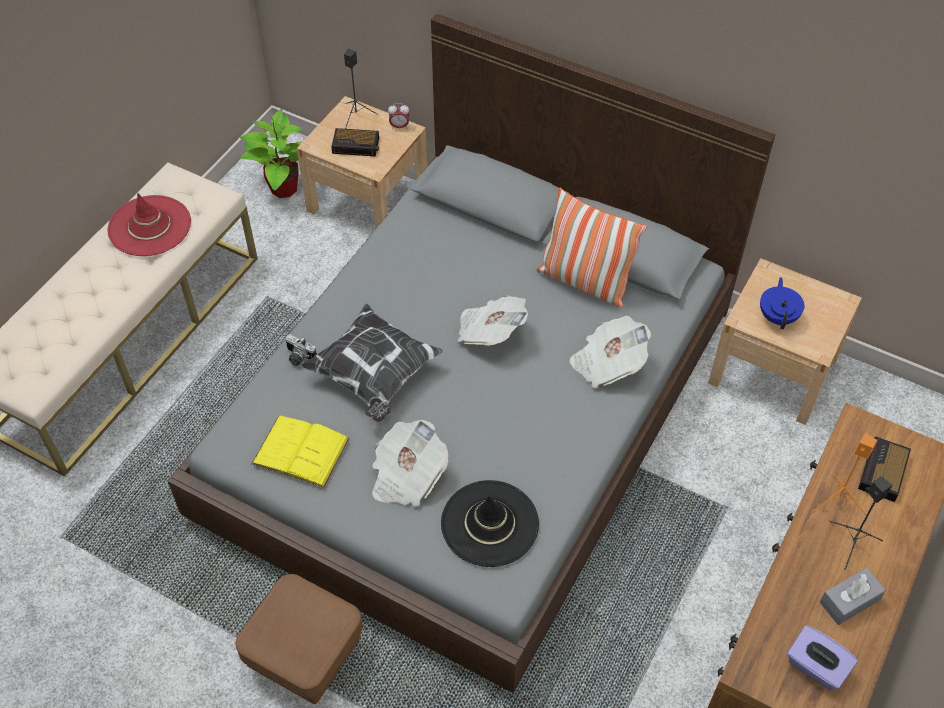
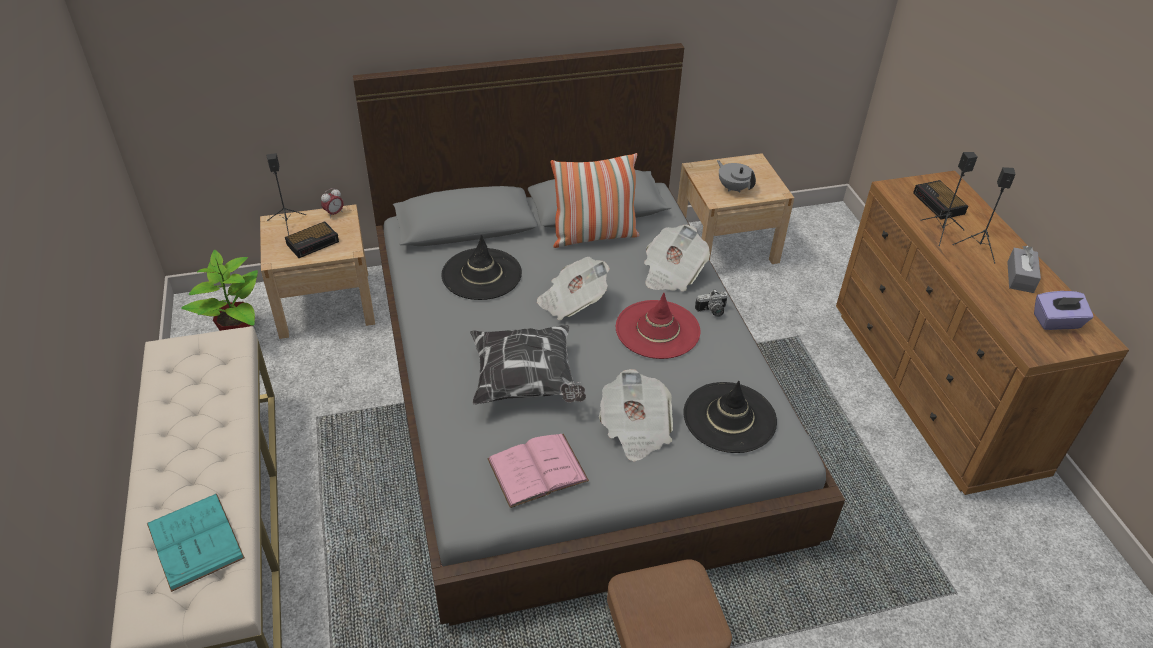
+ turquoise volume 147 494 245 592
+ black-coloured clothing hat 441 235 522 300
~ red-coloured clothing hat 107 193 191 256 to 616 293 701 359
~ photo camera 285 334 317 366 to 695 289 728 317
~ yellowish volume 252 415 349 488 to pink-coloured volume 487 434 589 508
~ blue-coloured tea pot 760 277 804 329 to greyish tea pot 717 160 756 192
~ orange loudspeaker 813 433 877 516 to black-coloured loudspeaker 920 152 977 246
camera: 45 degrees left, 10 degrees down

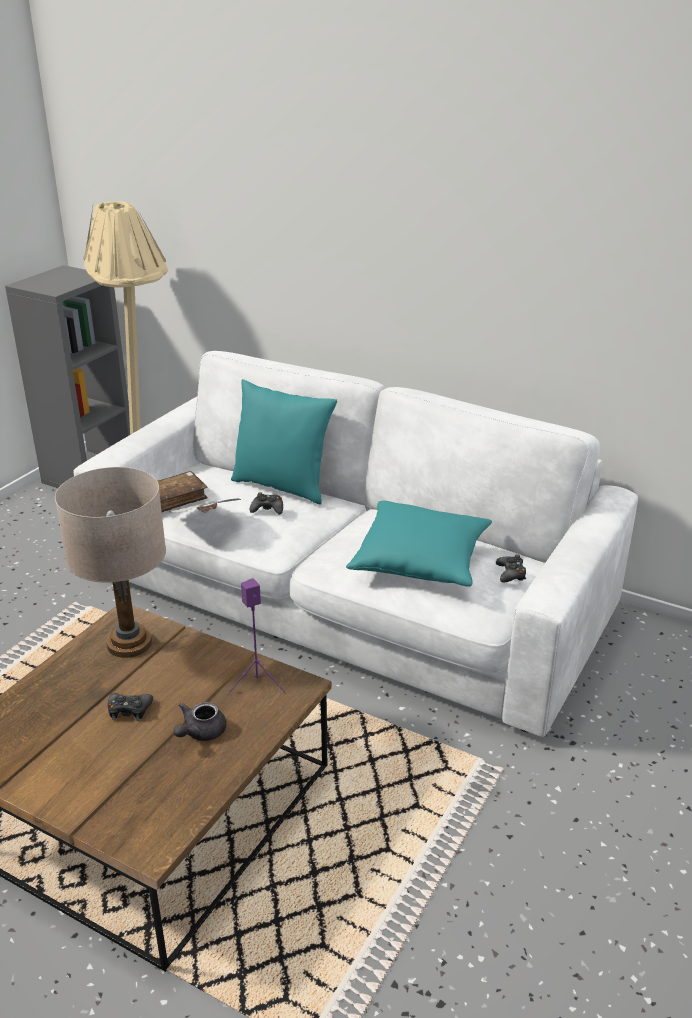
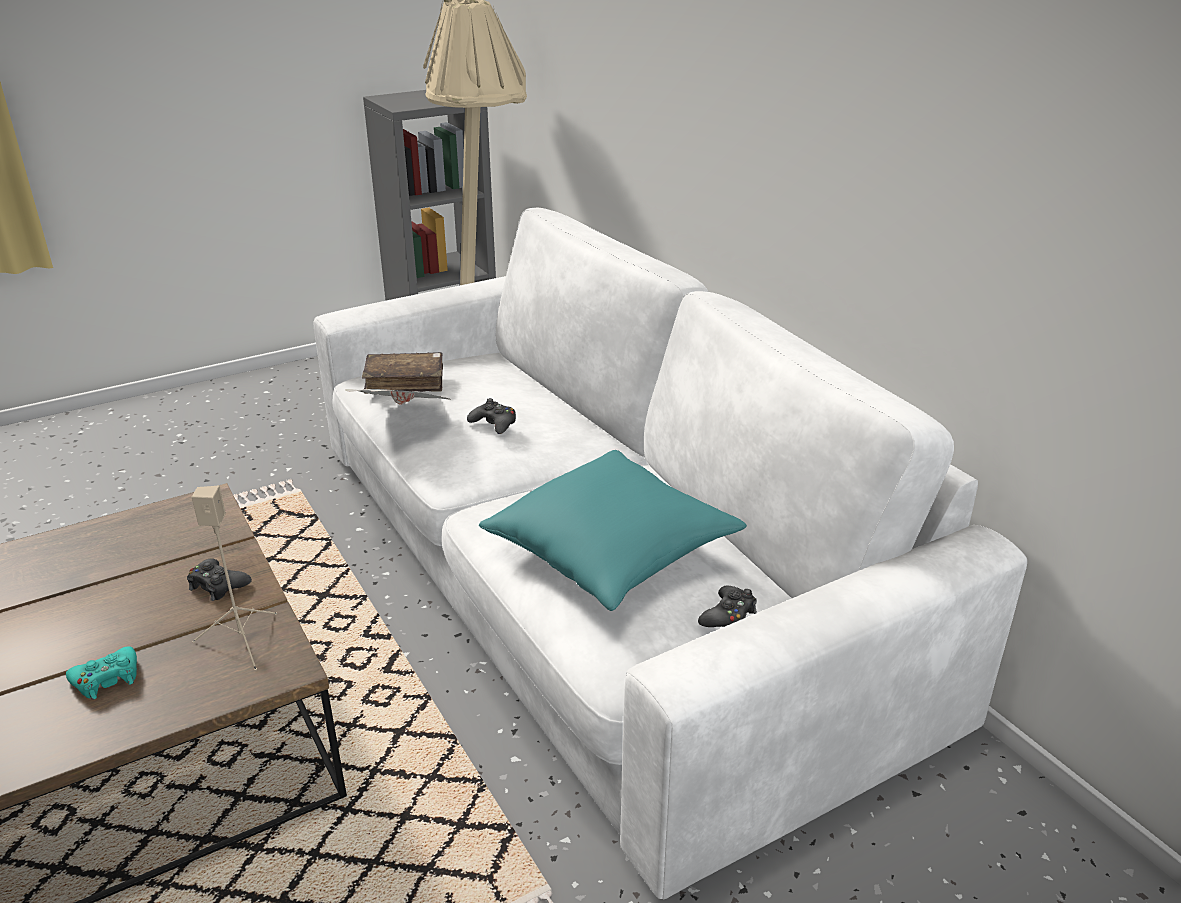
- beige-coloured tabletop lamp 55 467 166 658
- turquoise pillow 231 379 337 504
~ black-coloured game controller 108 693 153 721 to 187 558 252 601
~ greyish tea pot 173 702 226 741 to turquoise game controller 66 646 137 700
~ purple-coloured loudspeaker 227 578 286 695 to beige-coloured loudspeaker 192 486 277 670
camera: 30 degrees right, 0 degrees up

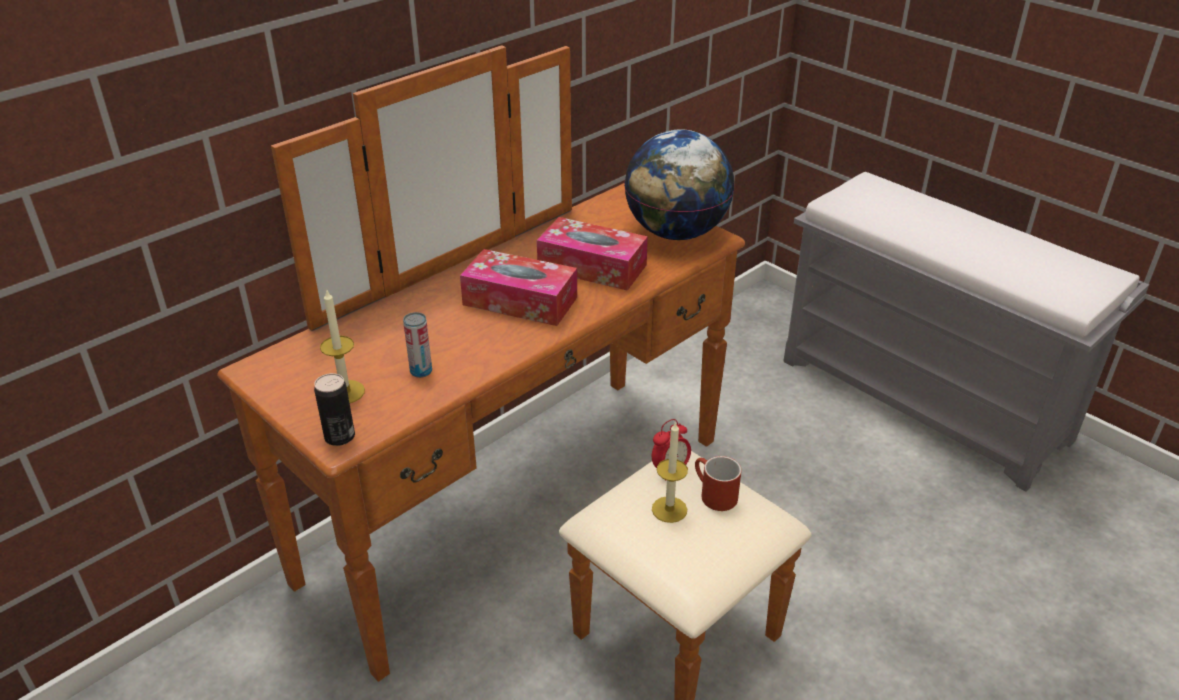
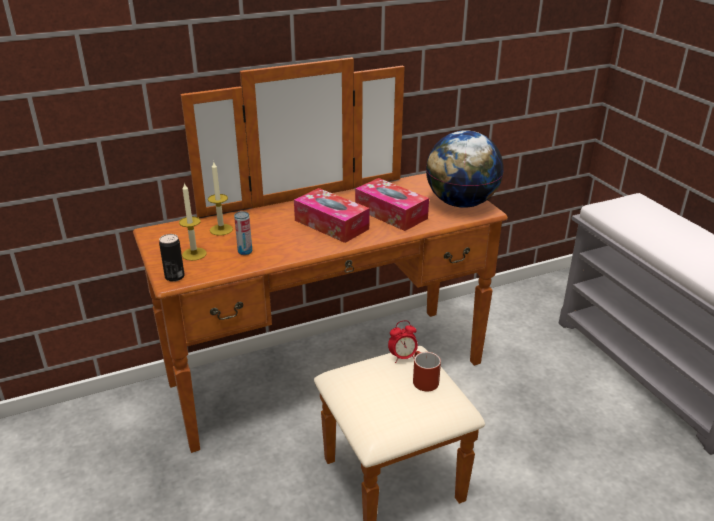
~ candle 652 421 688 523 to 208 162 233 236
camera: 20 degrees right, 5 degrees down

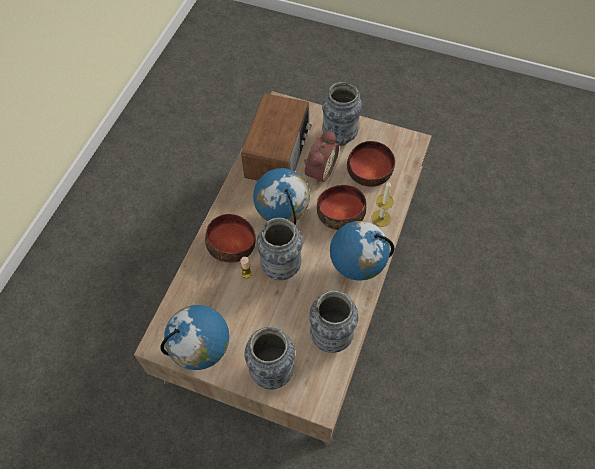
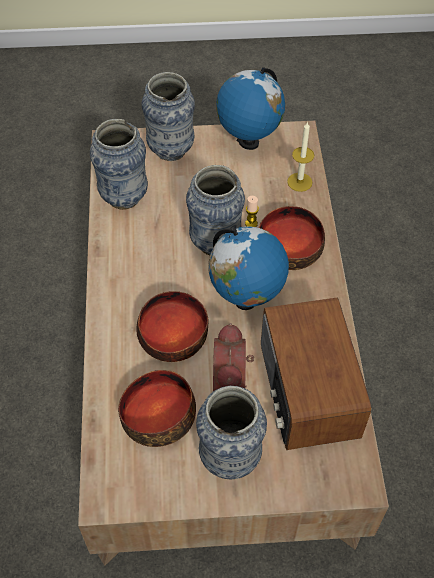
- desk globe 330 221 394 281
~ candle 371 182 394 227 to 287 121 314 192
camera: 155 degrees right, 5 degrees down

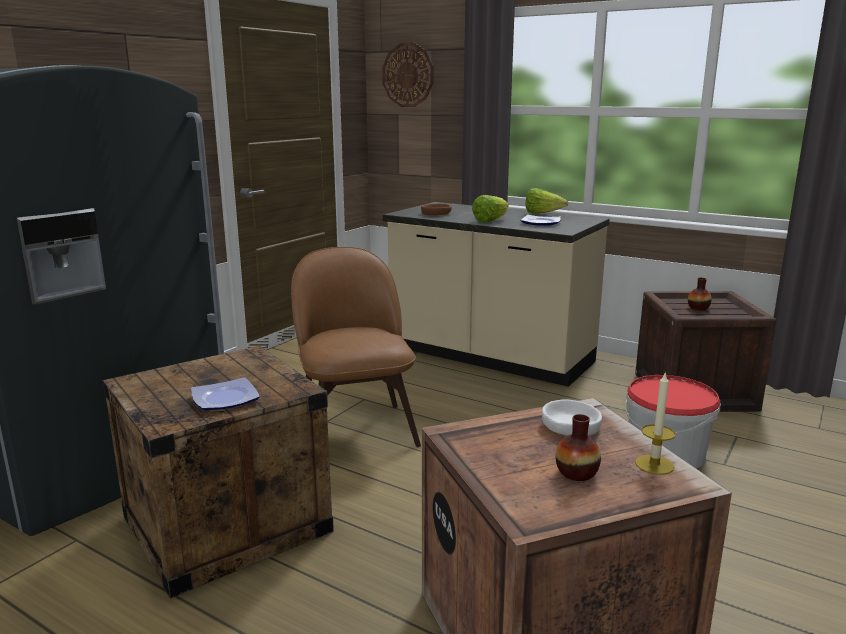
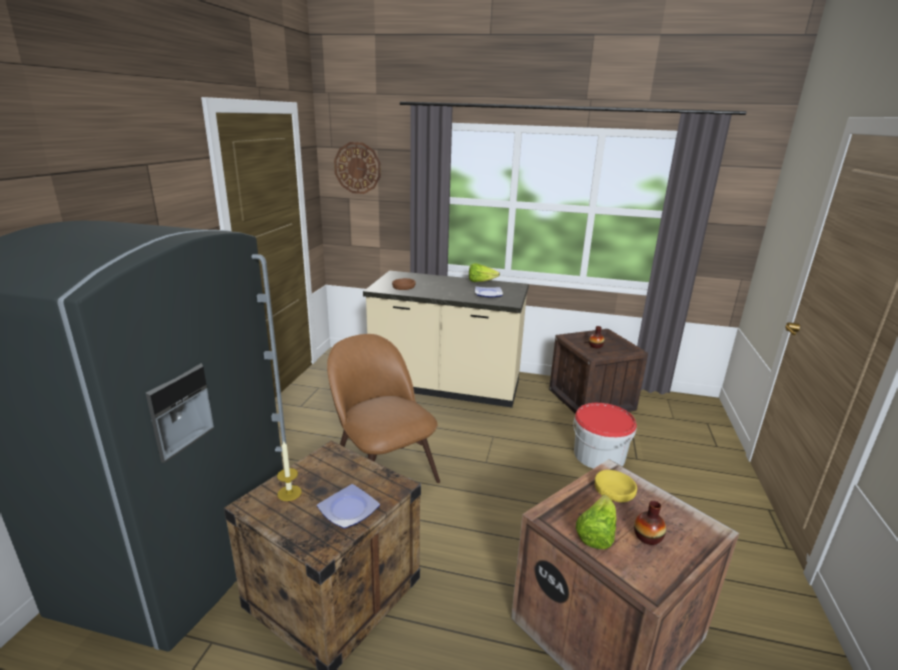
~ lettuce 472 195 509 222 to 576 495 617 549
~ candle 635 371 675 475 to 277 441 302 501
~ white-coloured serving bowl 542 399 602 436 to yellowish serving bowl 595 470 637 502
camera: 20 degrees left, 5 degrees up

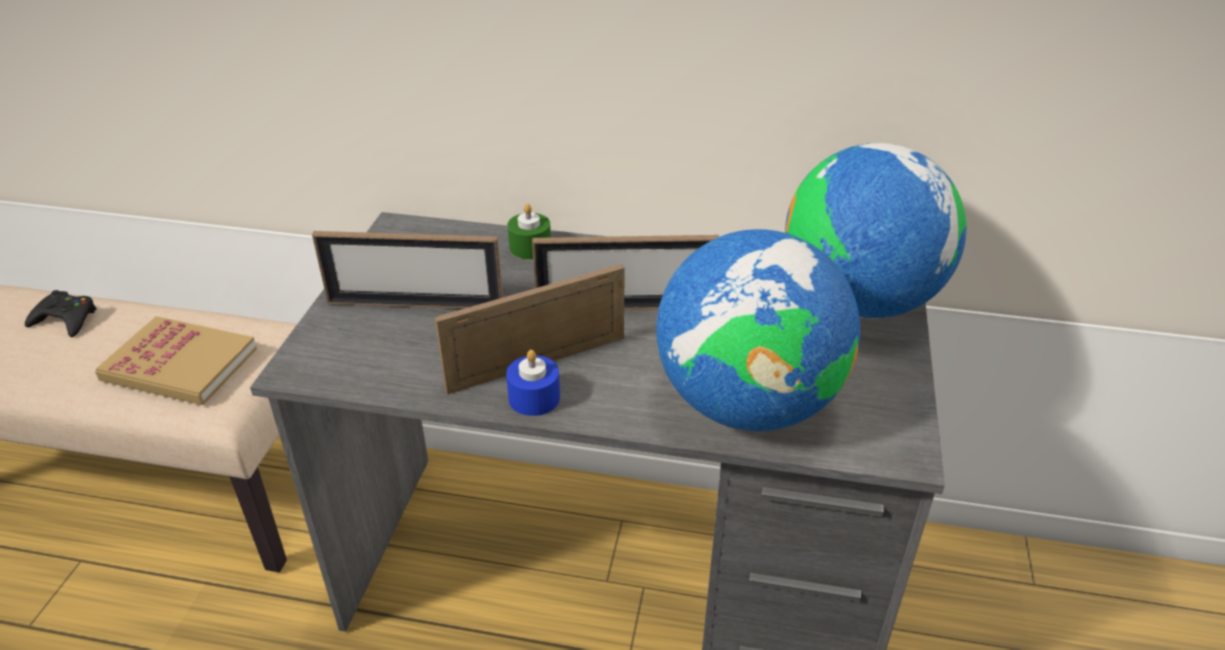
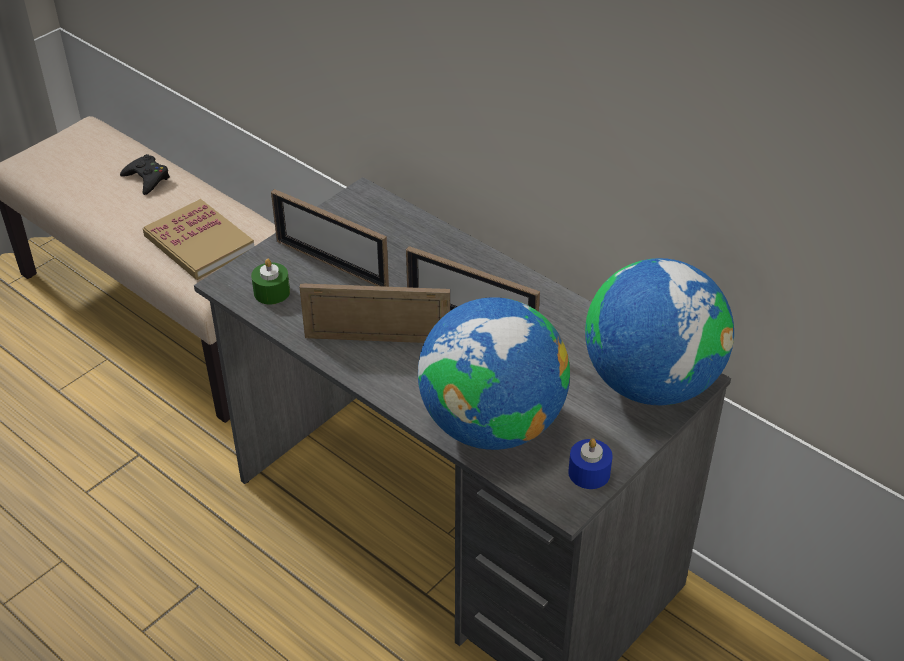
~ blue-coloured candle 506 350 560 416 to 568 439 613 489
~ green candle 508 203 551 259 to 251 259 290 304
camera: 30 degrees right, 5 degrees up

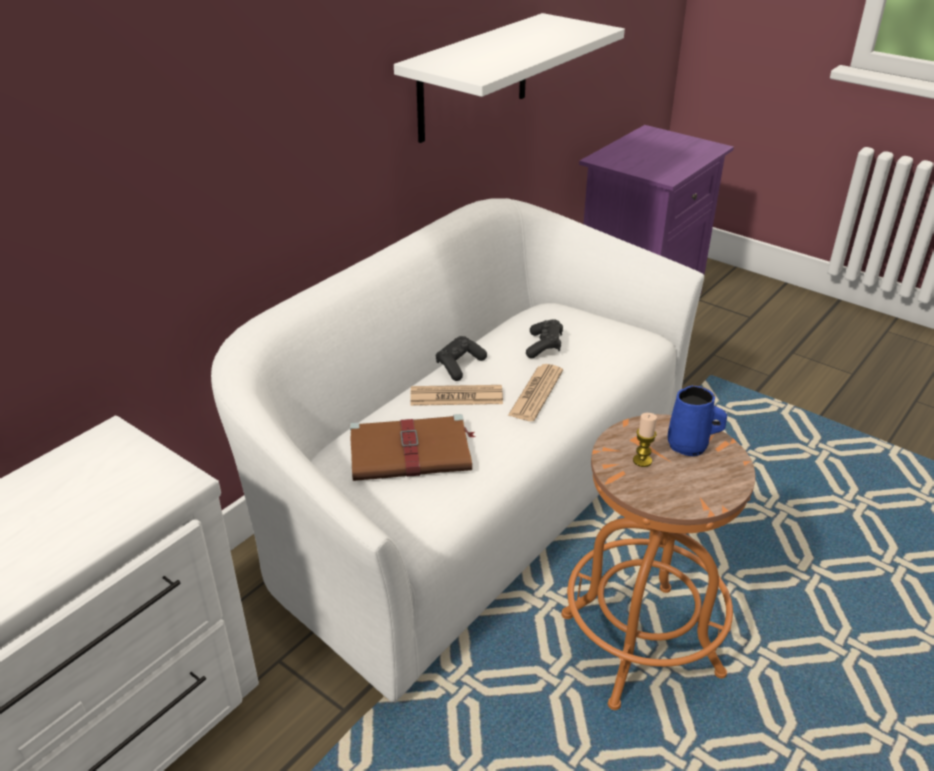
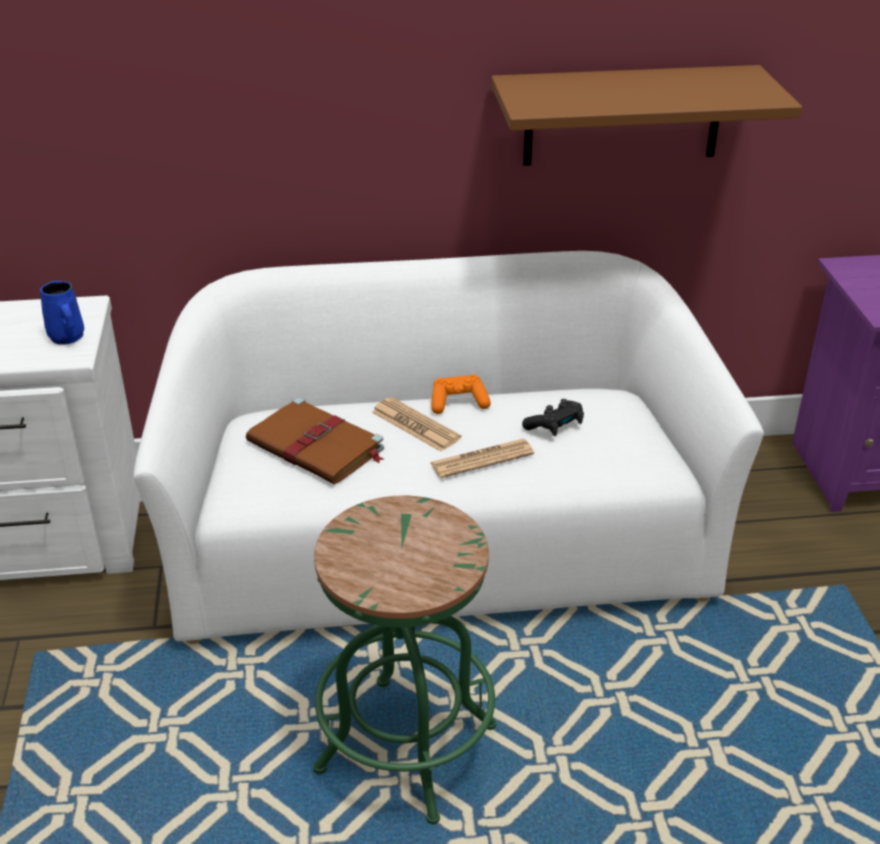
- candle 633 413 657 467
~ blue-coloured mug 668 385 727 456 to 40 281 84 345
~ white-coloured bracket shelf 394 13 625 143 to brown bracket shelf 491 65 802 166
~ black-coloured game controller 436 336 487 381 to orange game controller 431 375 491 414
~ orange stool seat 561 414 756 710 to green stool seat 313 495 496 824
camera: 45 degrees right, 0 degrees up

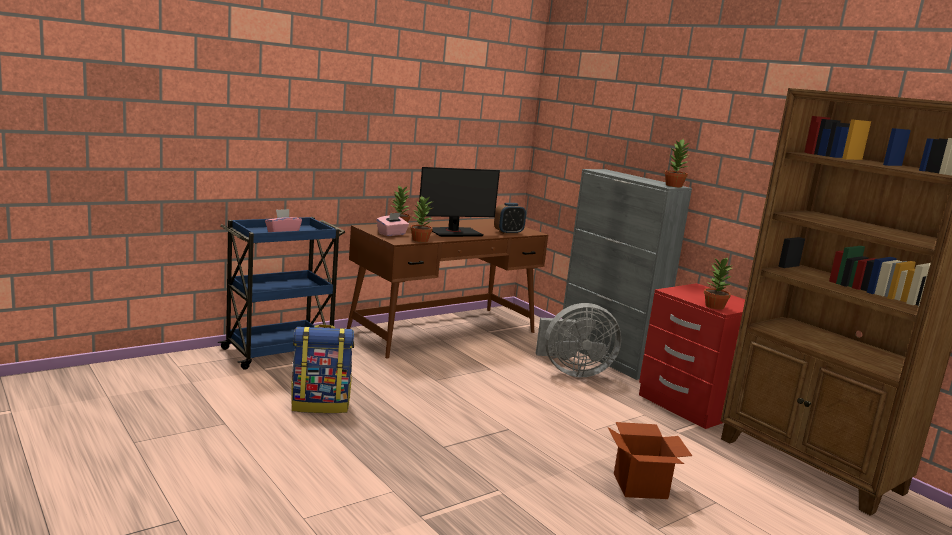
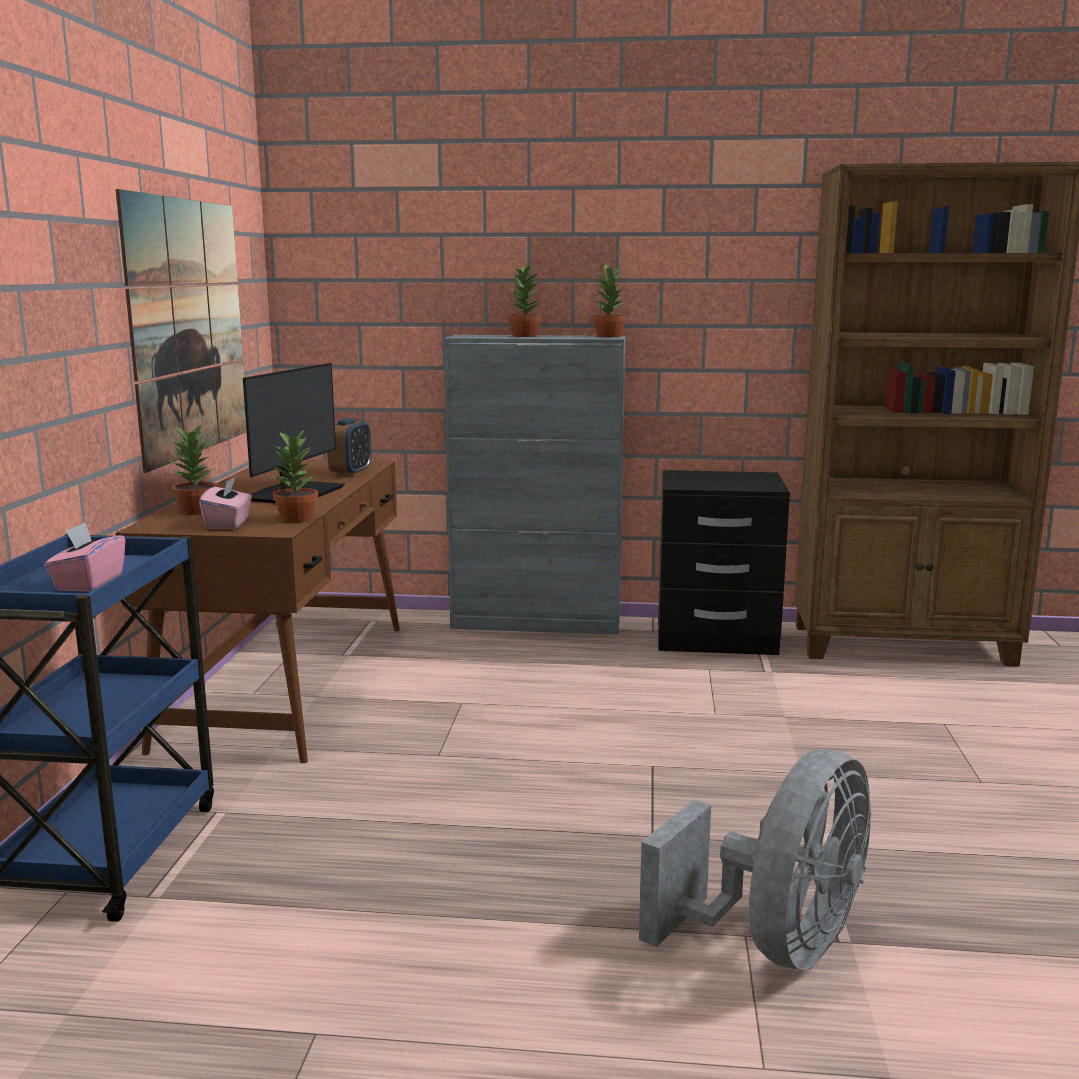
- knapsack 291 324 354 413
- cardboard box 608 422 692 499
+ wall picture 116 189 247 473
~ greyish fan 536 303 621 377 to 639 749 871 970
~ potted plant 704 257 734 310 to 508 263 542 337
~ red-coloured bedside table 639 283 745 429 to black-coloured bedside table 658 470 790 655
camera: 45 degrees left, 0 degrees up

